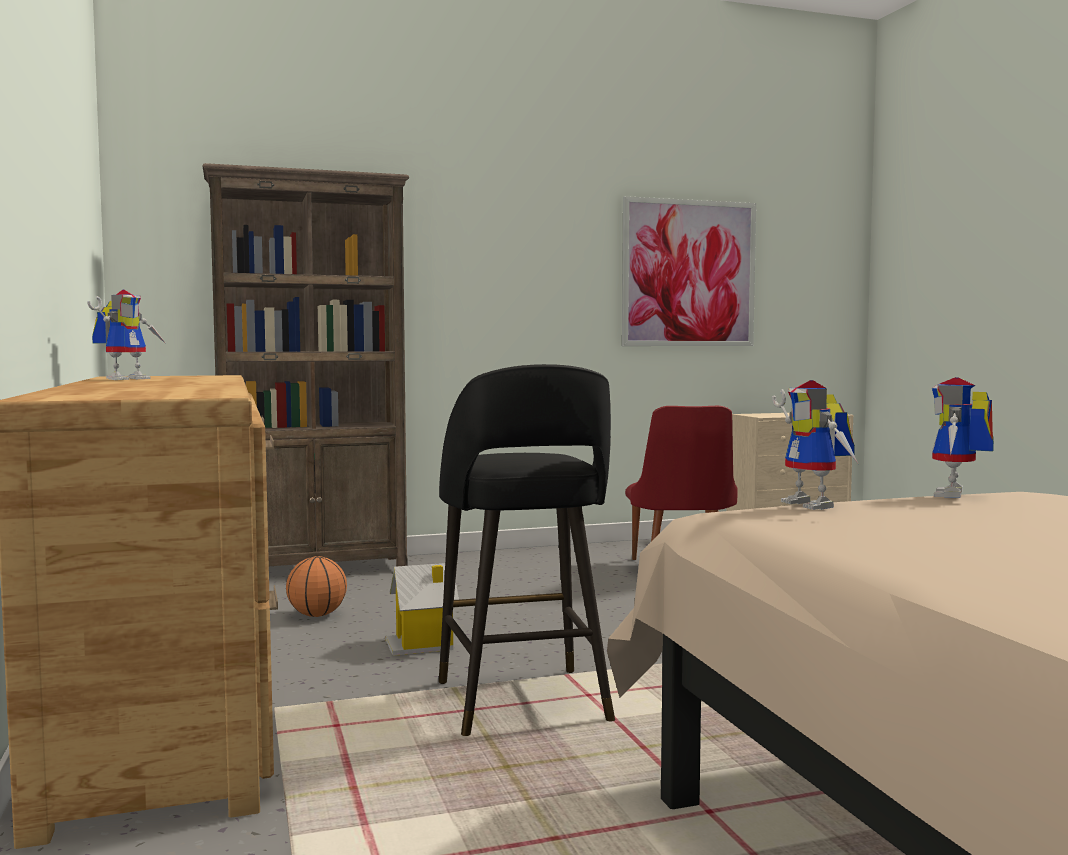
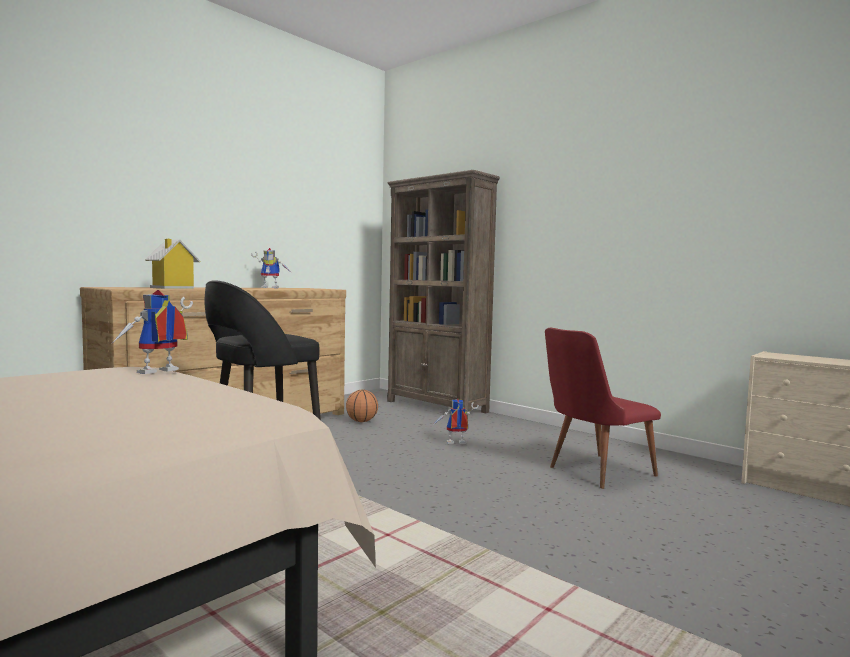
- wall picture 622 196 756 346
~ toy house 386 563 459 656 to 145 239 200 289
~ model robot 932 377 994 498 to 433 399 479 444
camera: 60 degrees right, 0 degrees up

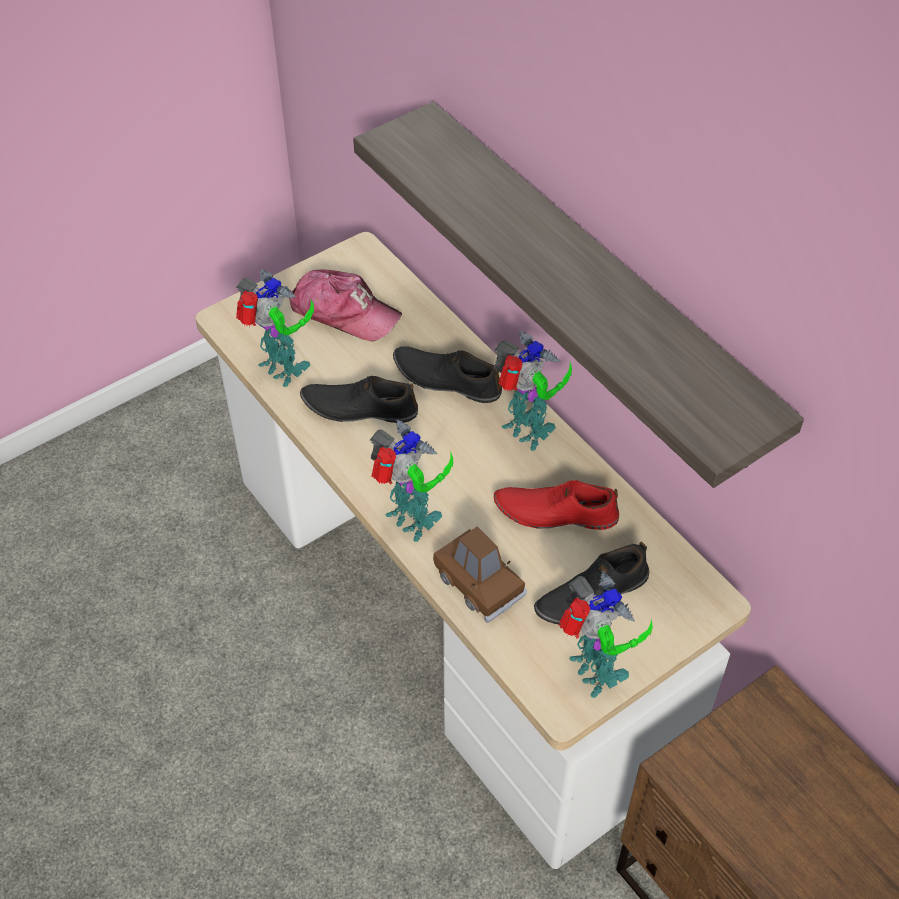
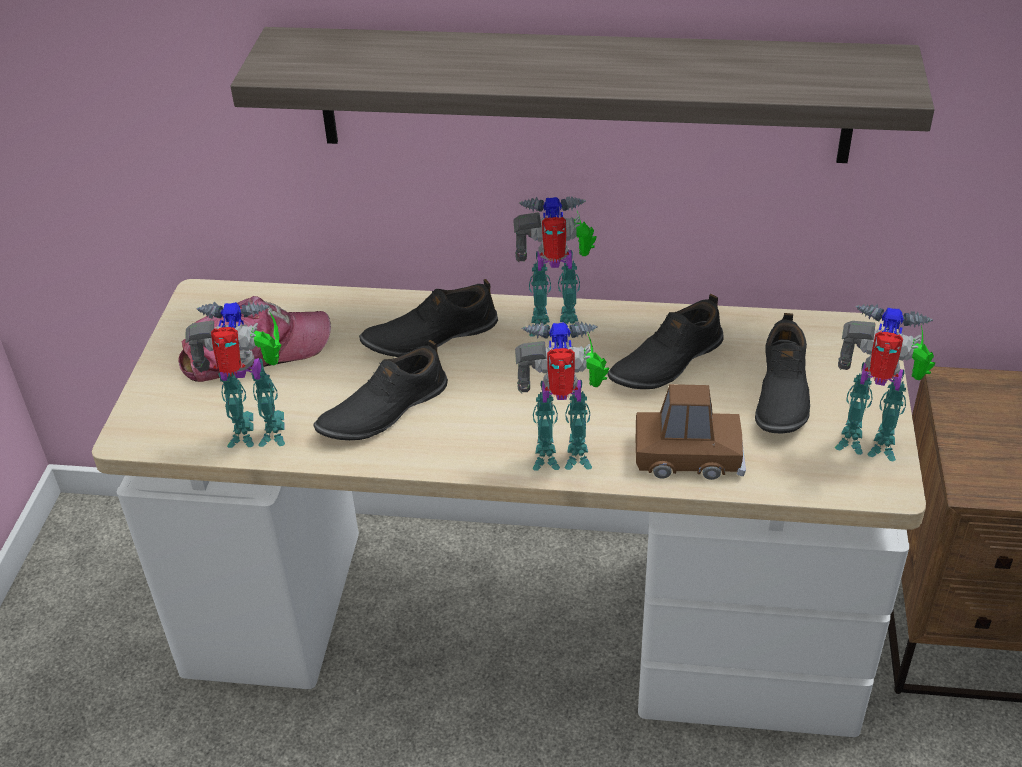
~ red-coloured low shoe 494 480 619 530 to black-coloured low shoe 607 294 724 389
camera: 45 degrees left, 10 degrees down

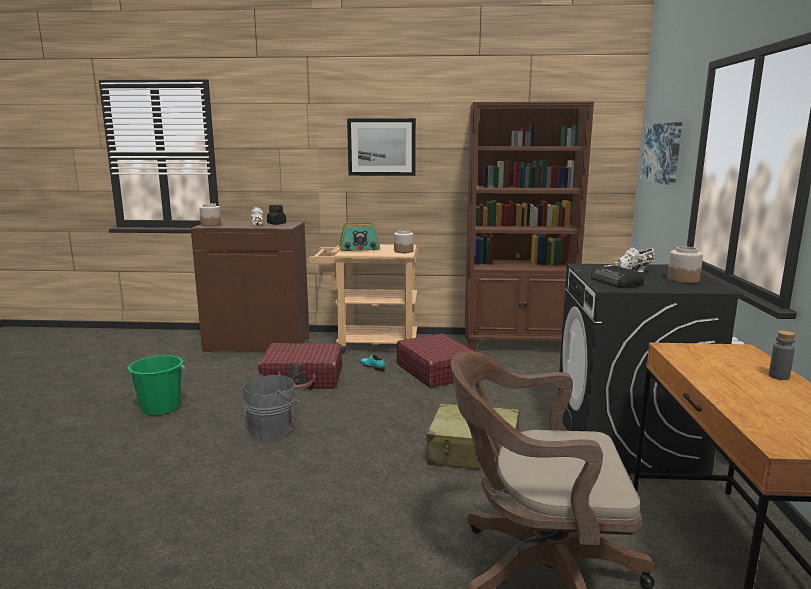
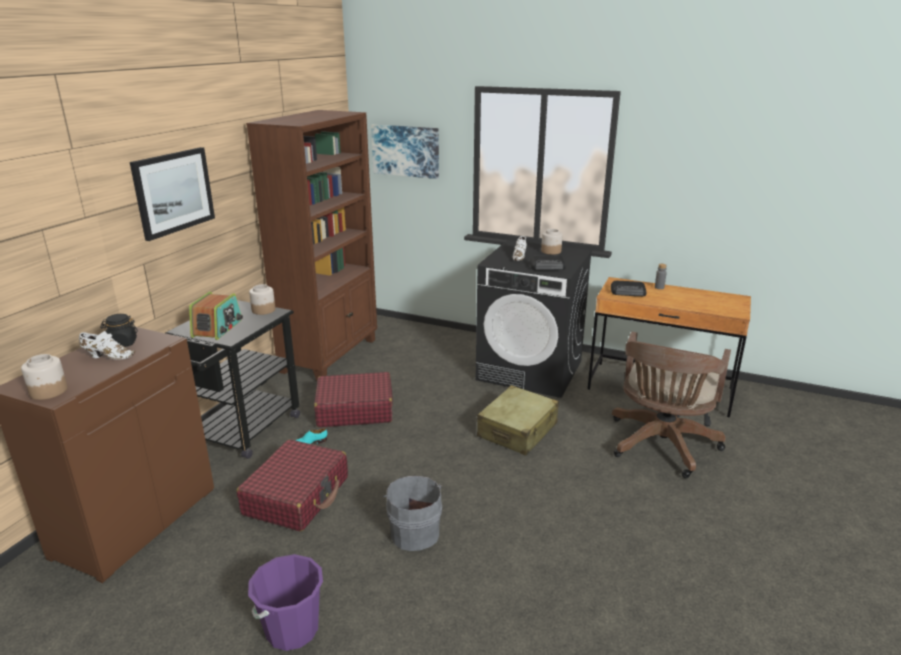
+ radio receiver 611 281 646 296
~ green water bucket 127 355 185 415 to purple-coloured water bucket 248 554 323 651
~ beige-coloured cart 308 244 418 354 to black-coloured cart 166 300 300 459
camera: 70 degrees left, 10 degrees up

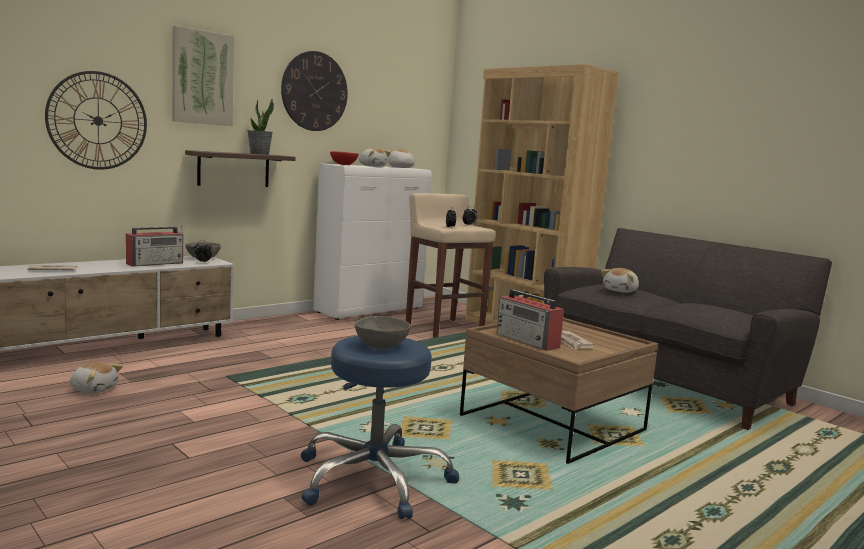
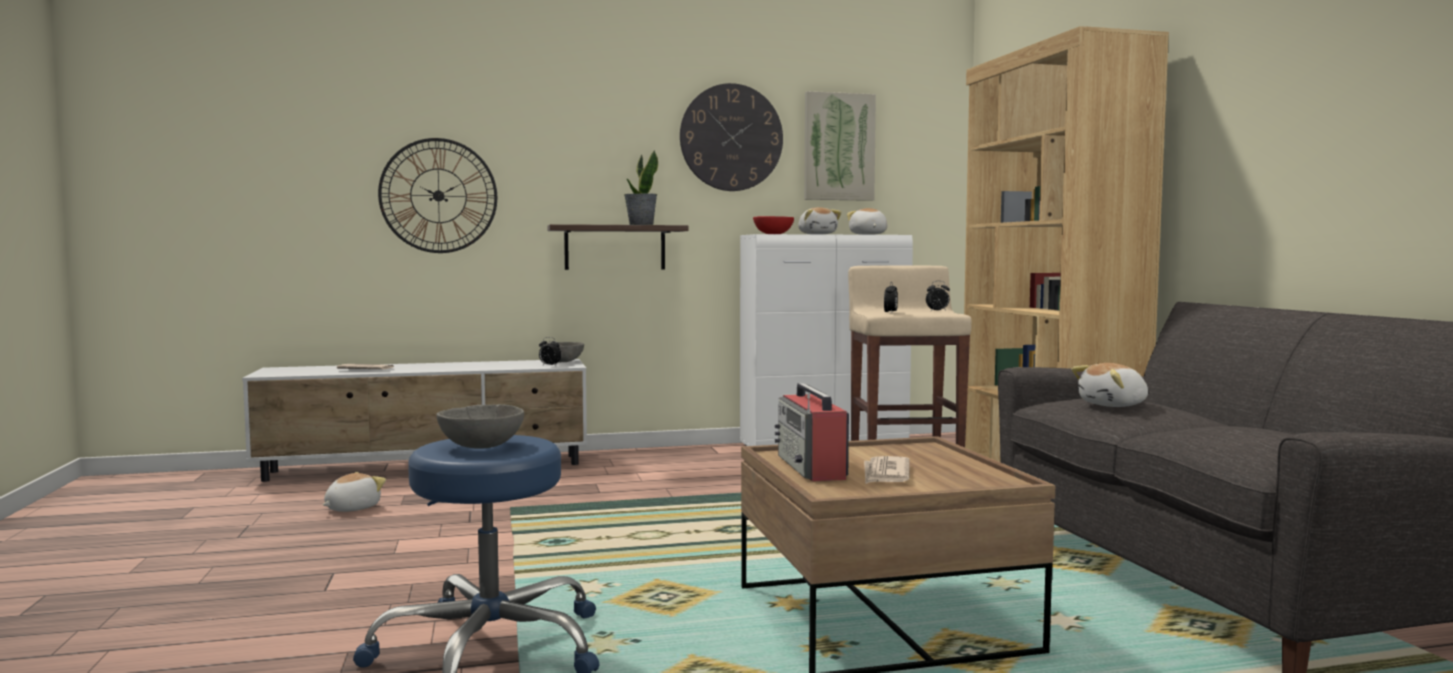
- radio receiver 126 226 183 267
~ wall picture 172 26 234 126 to 804 91 876 201
~ soft toy 70 362 123 394 = 323 472 386 512 105 degrees counterclockwise
camera: 30 degrees right, 5 degrees down

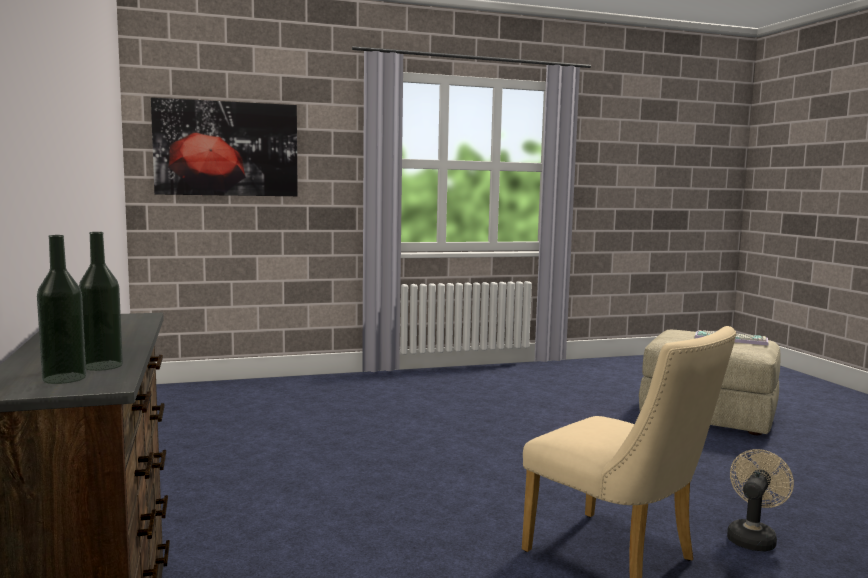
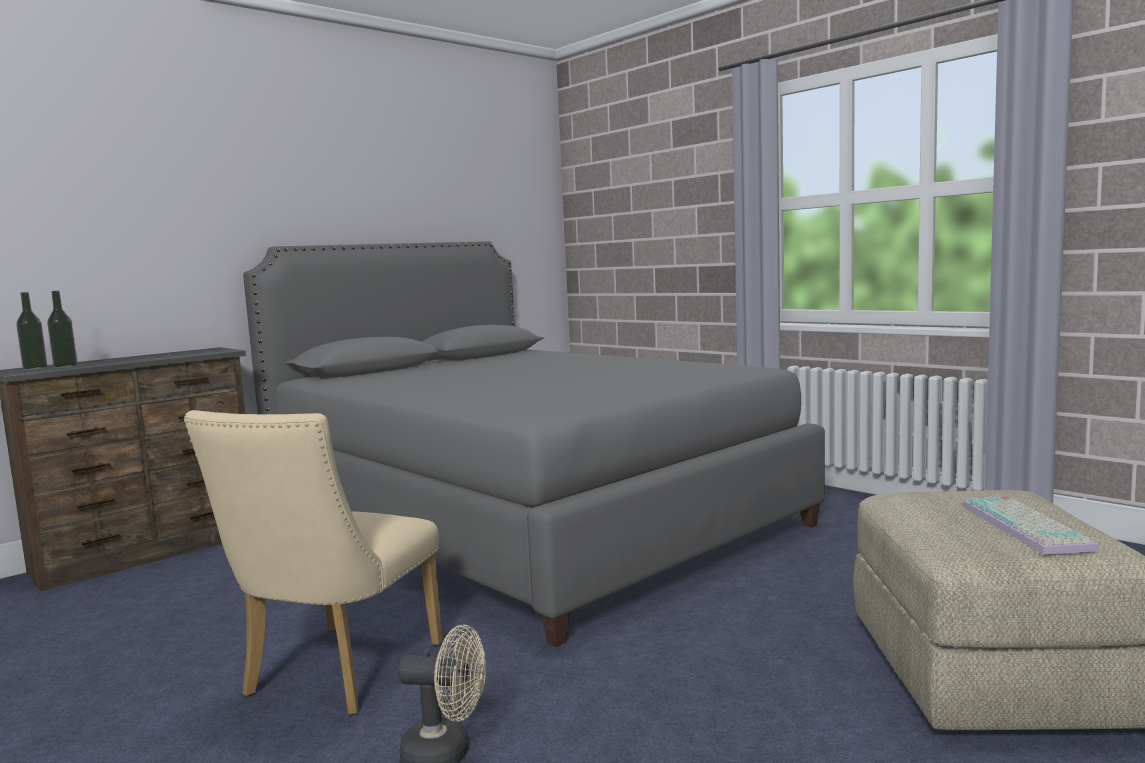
- wall picture 151 98 298 196
+ greyish bedroom bed 243 241 825 647
camera: 65 degrees right, 0 degrees up

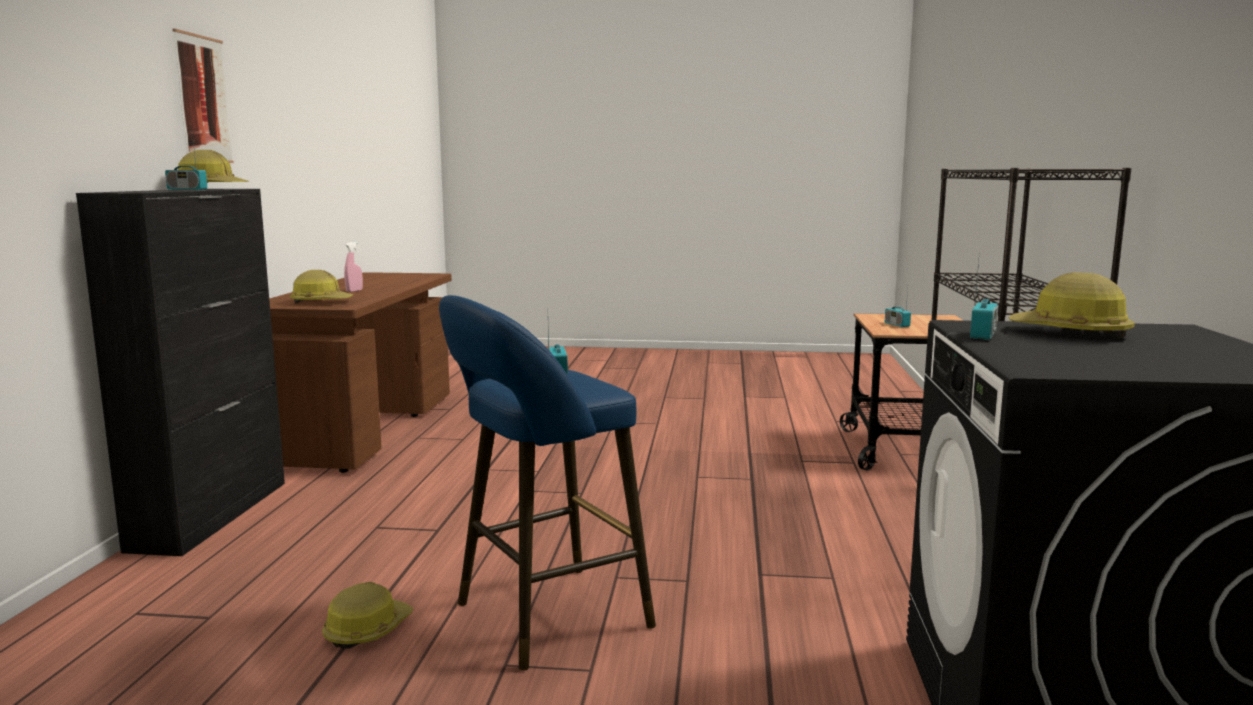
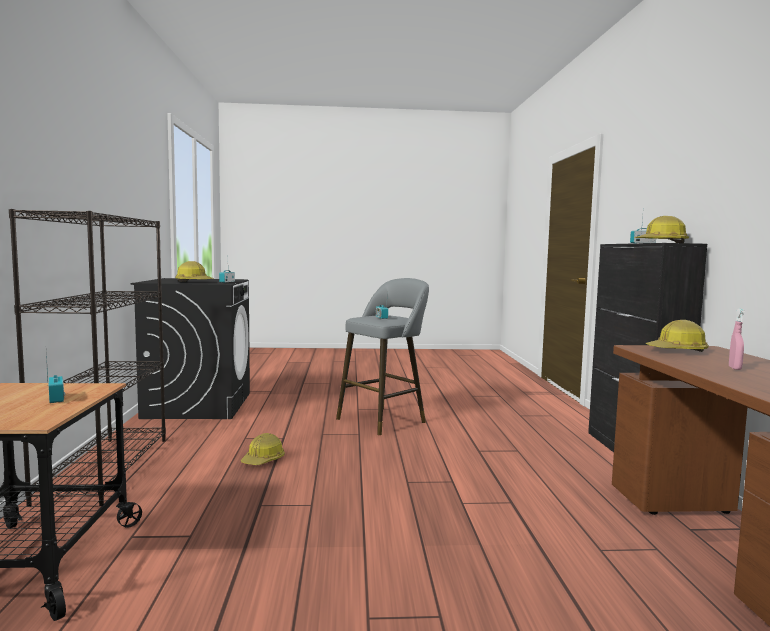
- wall picture 173 29 234 163
~ safety helmet 322 582 413 649 to 241 433 285 465
~ blue-coloured stool seat 439 295 656 671 to greyish stool seat 336 278 429 435
camera: 170 degrees right, 5 degrees down

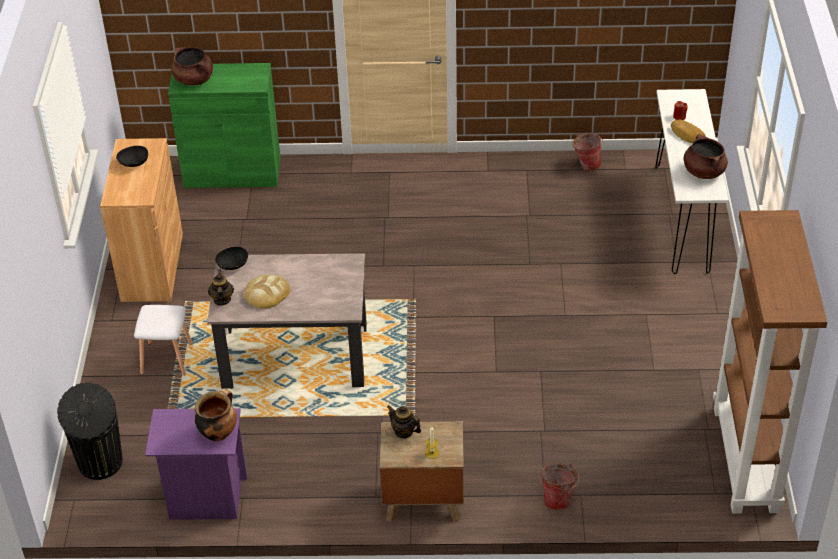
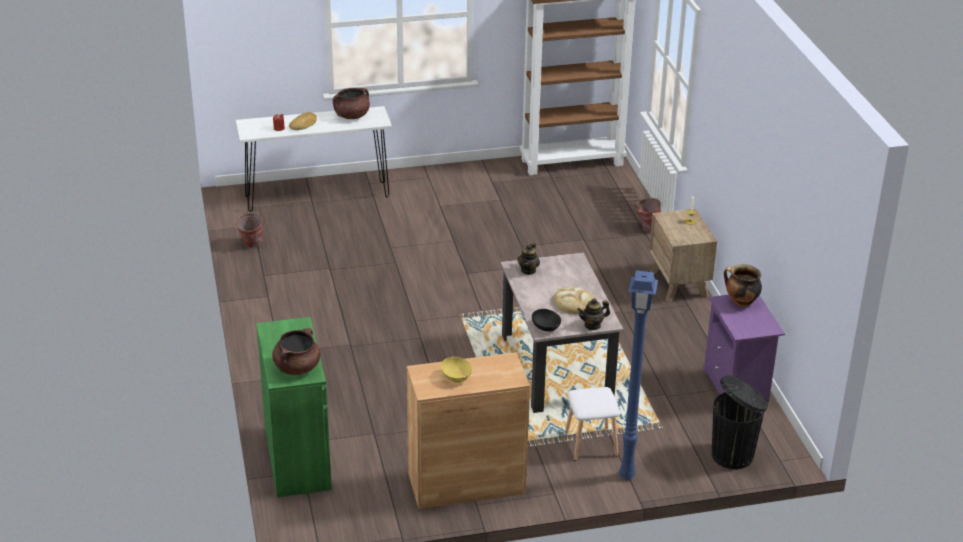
+ blue-coloured standing lamp 619 270 658 480
~ tea pot 387 405 421 439 to 518 243 540 275
~ black-coloured serving bowl 116 146 148 167 to yellowish serving bowl 441 357 472 383
camera: 105 degrees left, 10 degrees down

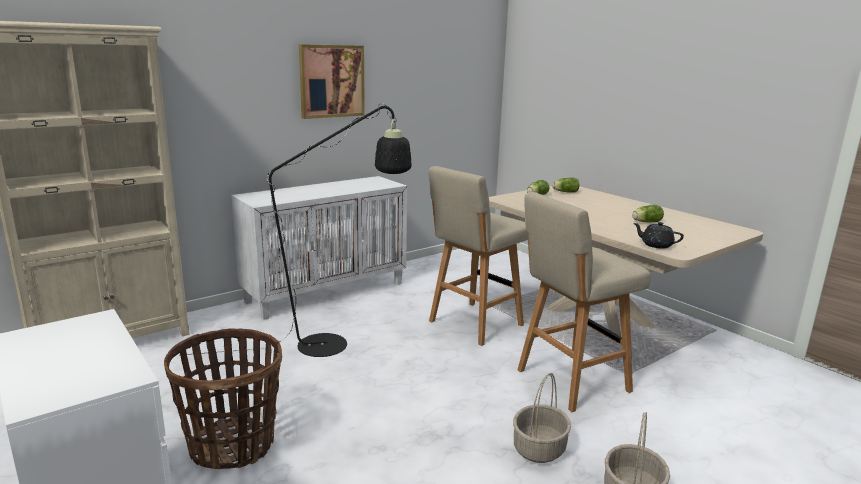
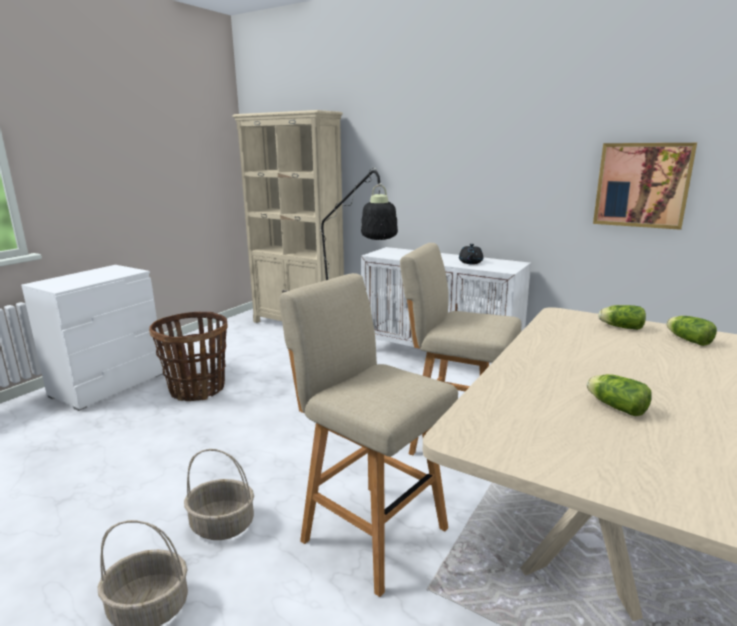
~ wall picture 299 44 365 119 to 593 143 697 230
~ black-coloured tea pot 633 222 684 249 to 459 244 483 264
camera: 70 degrees right, 0 degrees up

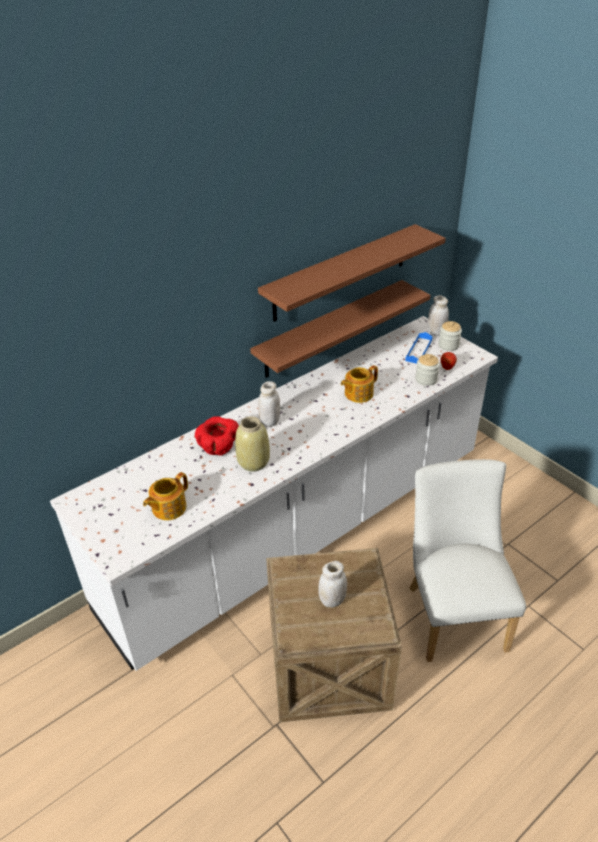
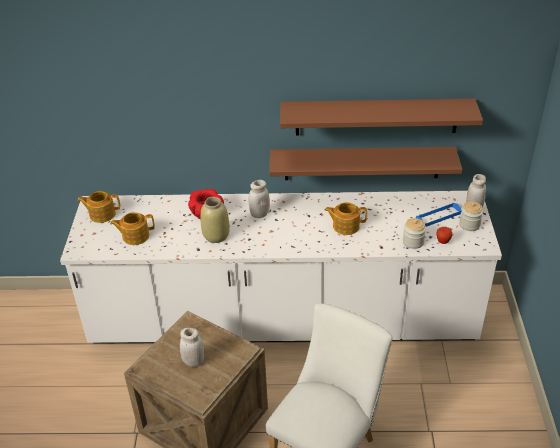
+ tea pot 77 191 120 223
camera: 40 degrees right, 0 degrees up

